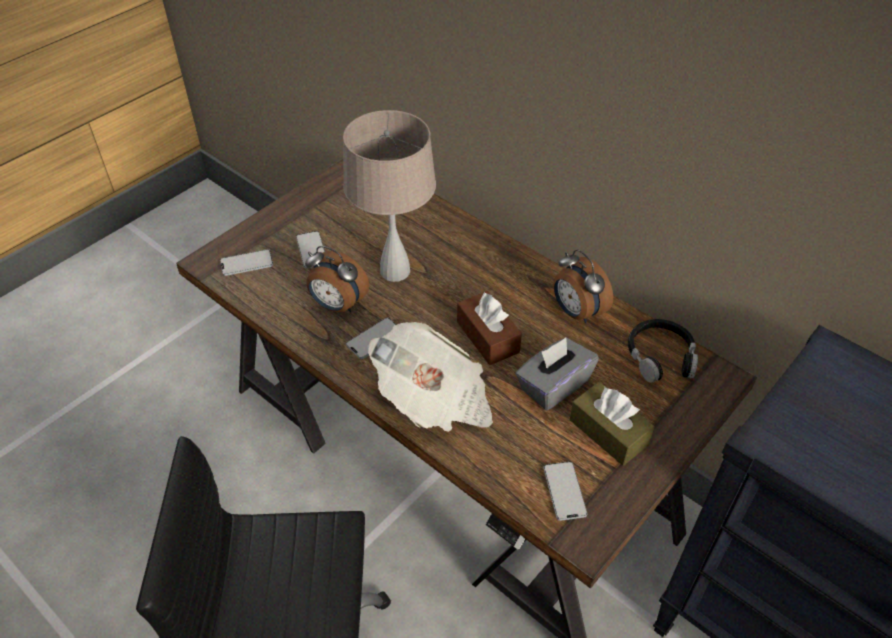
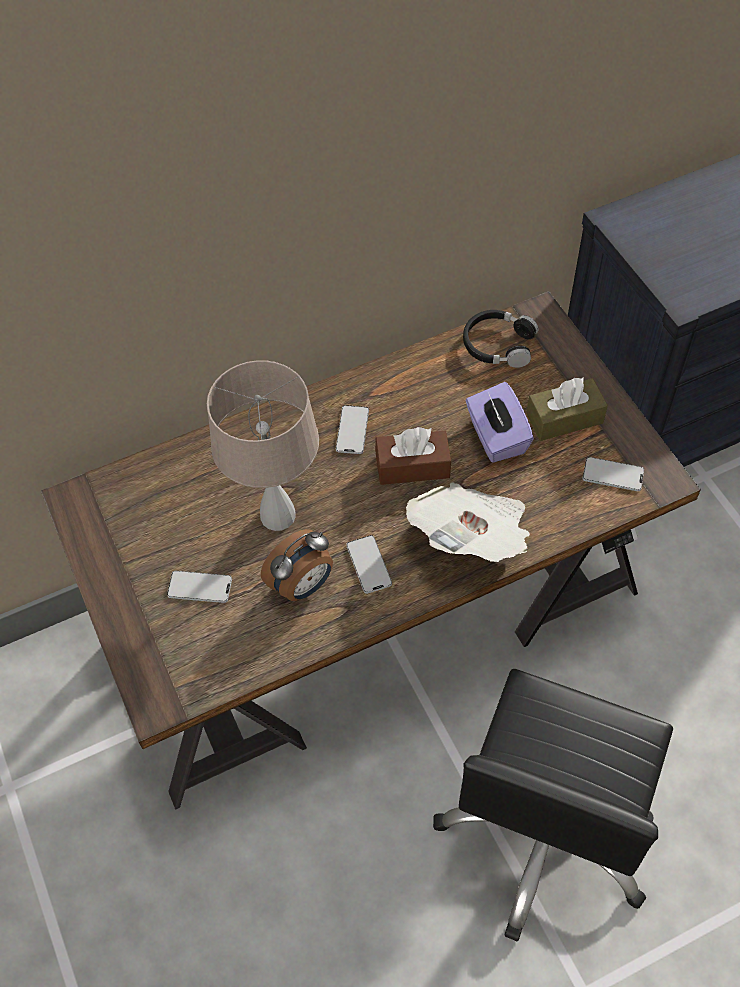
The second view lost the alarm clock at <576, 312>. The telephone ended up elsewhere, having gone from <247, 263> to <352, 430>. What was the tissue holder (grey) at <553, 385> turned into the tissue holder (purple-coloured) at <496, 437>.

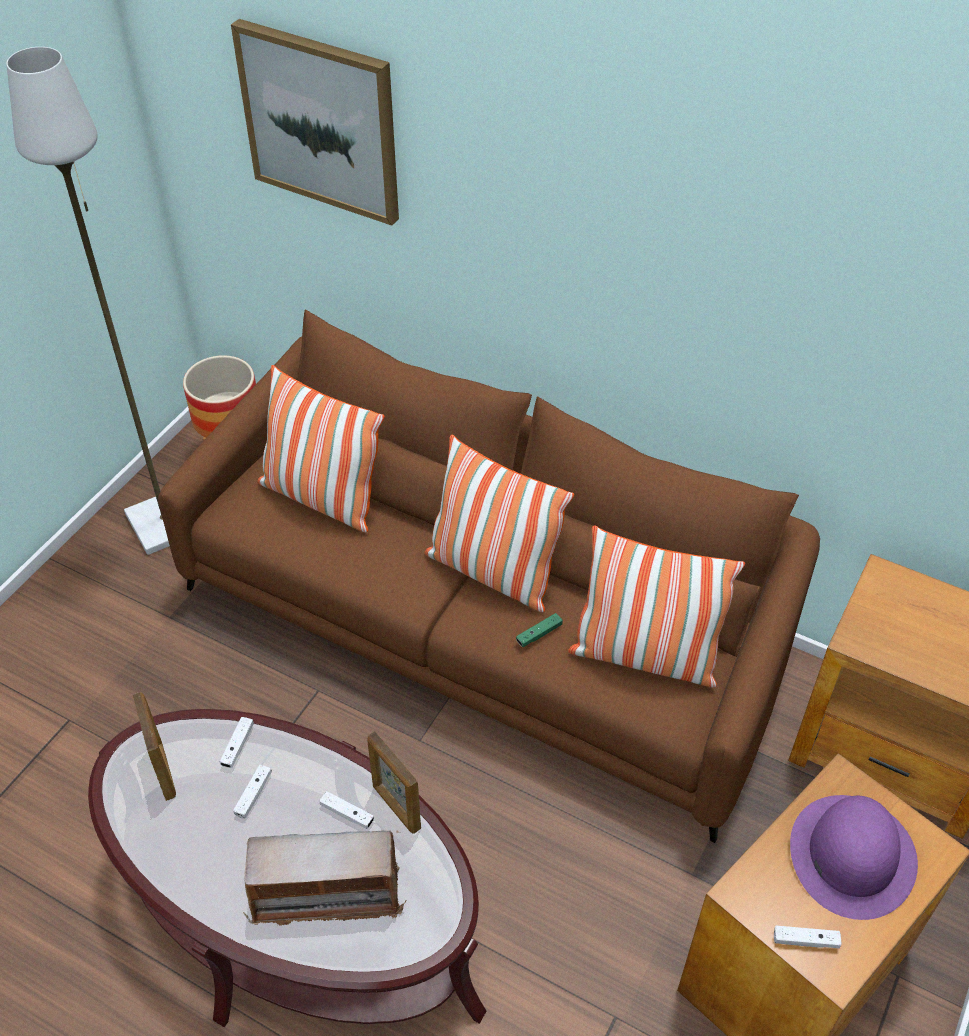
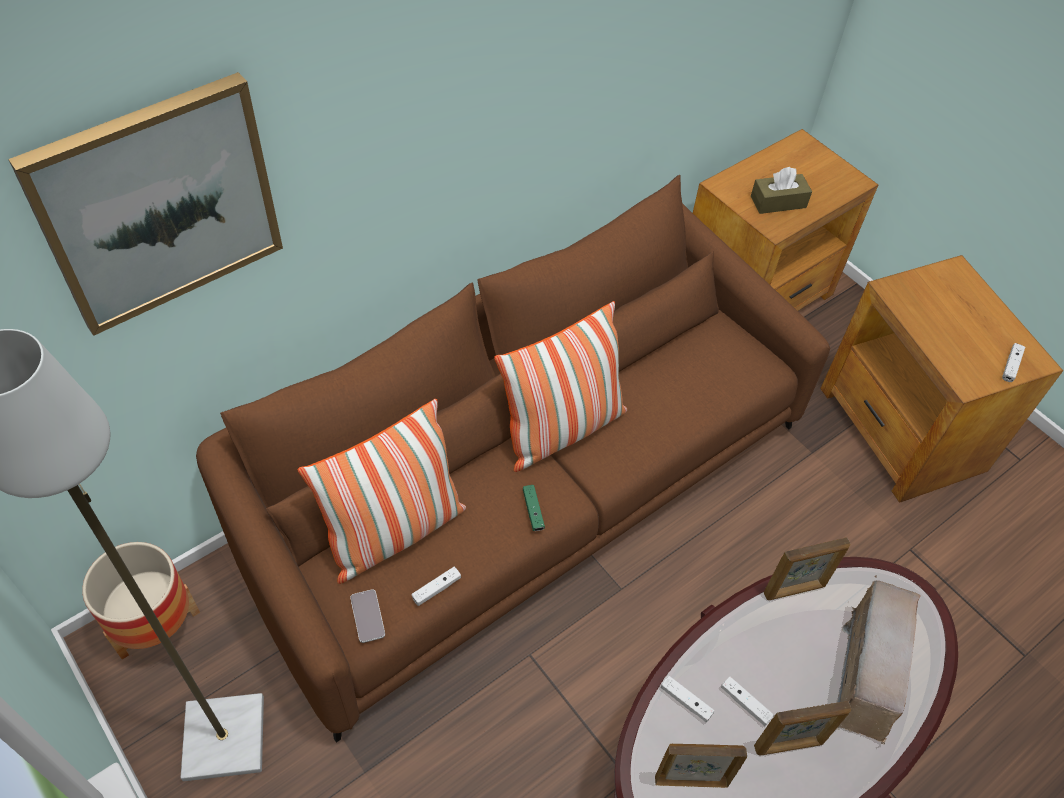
The second view lost the pillow at <645, 655>. The second view lost the hat (purple-coloured) at <851, 854>. The second view gained the telephone at <367, 616>. The second view gained the tissue holder (brown) at <778, 202>. The second view gained the standing frame at <789, 745>. The gamepad (white) ended up elsewhere, having gone from <347, 814> to <436, 589>. The gamepad (green-coloured) ended up elsewhere, having gone from <539, 634> to <533, 511>.

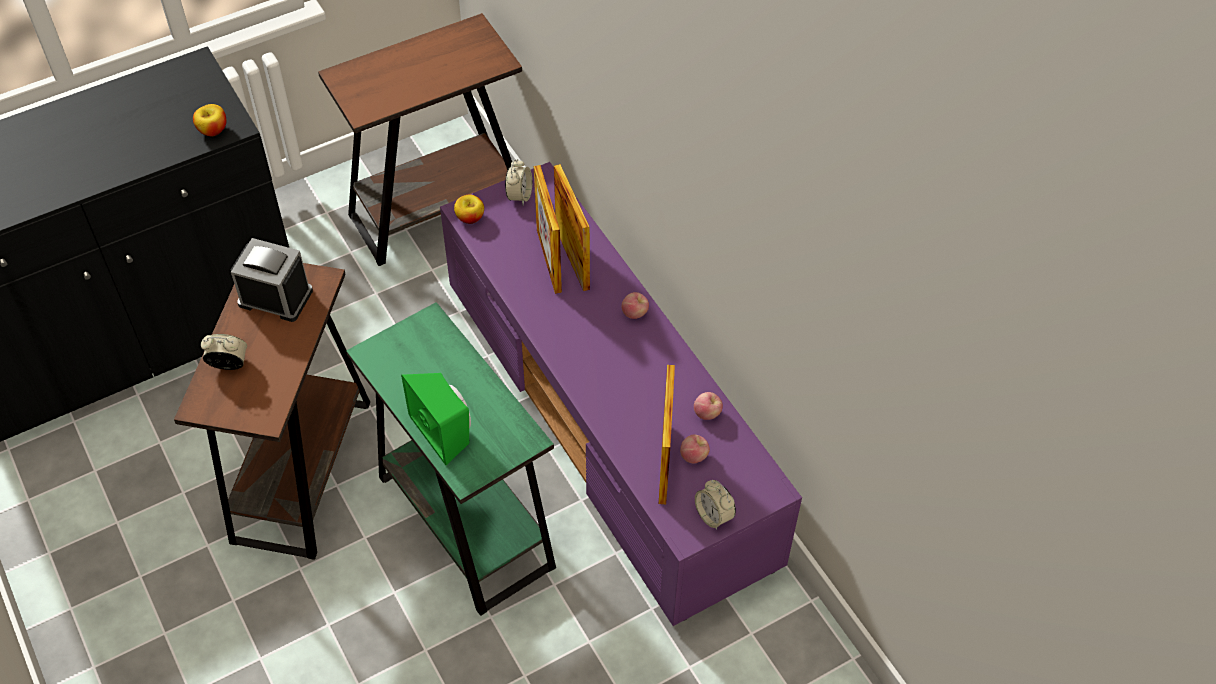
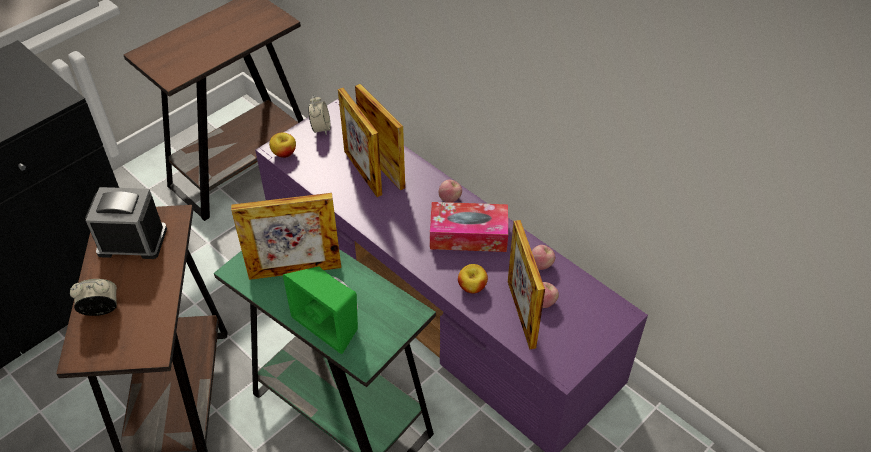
The second view lost the alarm clock at <713, 515>. The second view gained the standing frame at <295, 271>. The second view gained the tissue holder at <468, 235>. The apple fruit ended up elsewhere, having gone from <213, 130> to <472, 287>.

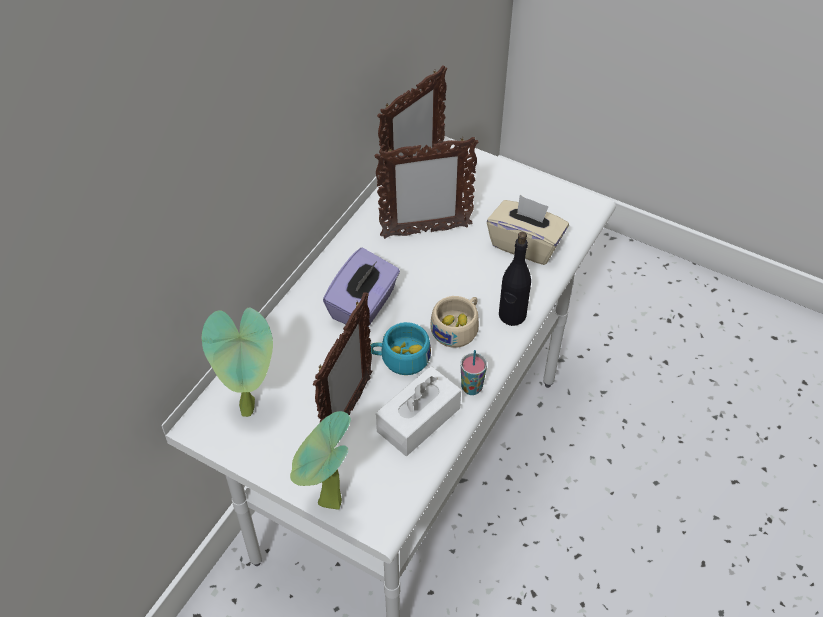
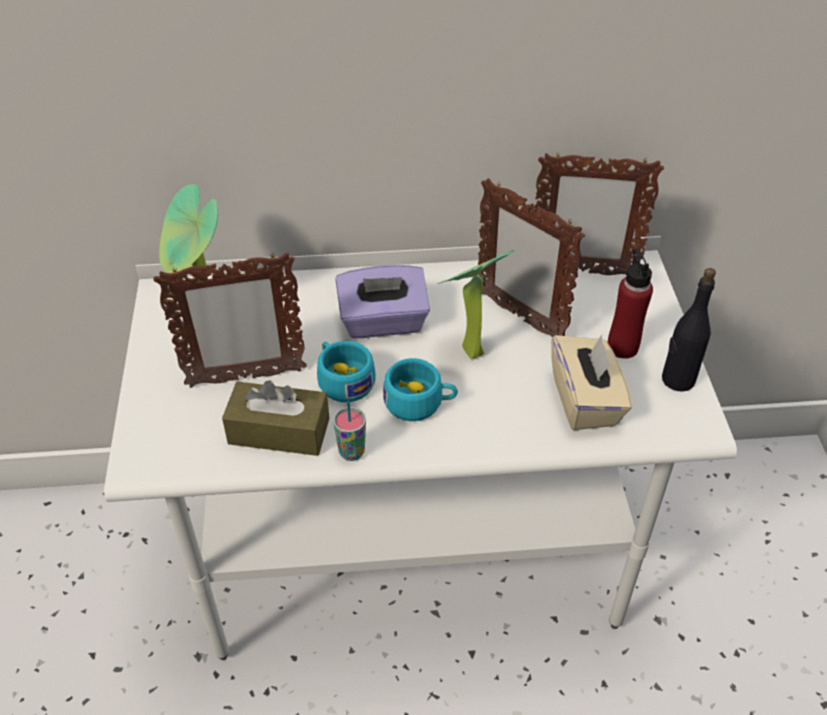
The second view gained the drink bottle (red) at <622, 347>. The plant in a pot ended up elsewhere, having gone from <326, 506> to <466, 351>. The drink bottle (black) ended up elsewhere, having gone from <512, 315> to <677, 379>. What was the tissue holder (white) at <418, 419> turned into the tissue holder (brown) at <279, 431>. What was the small cup (sand-coloured) at <457, 327> turned into the small cup (turquoise-coloured) at <420, 403>.

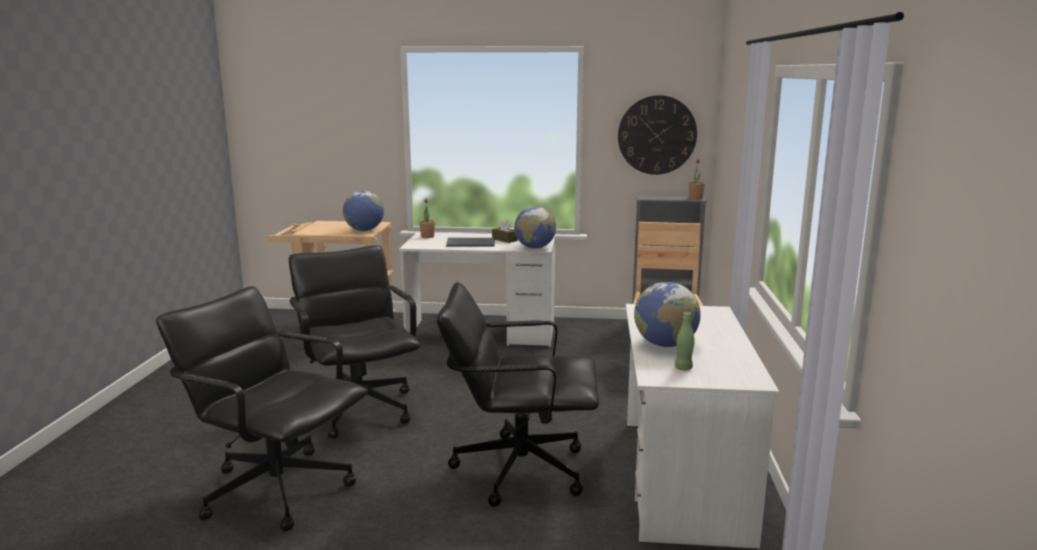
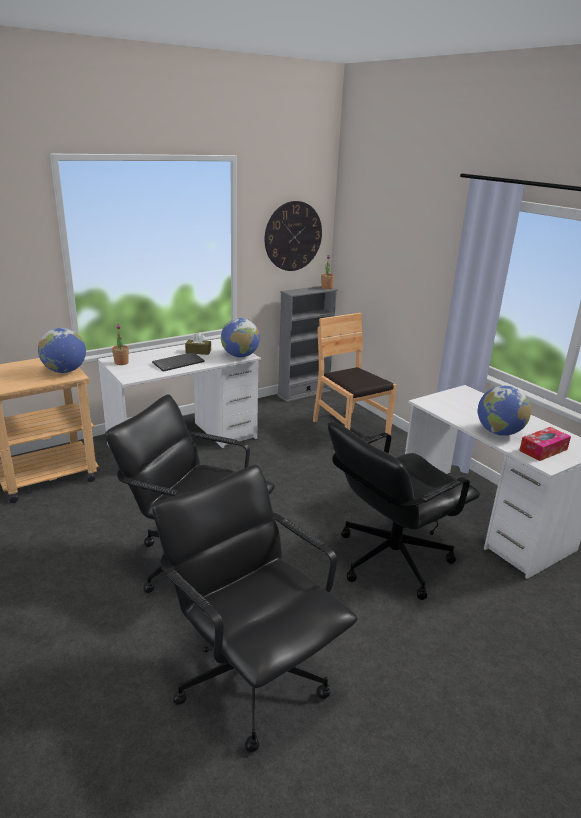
Where the drink bottle (green-coloured) stood at <683, 368>, the tissue holder came to stand at <543, 450>. The computer chair (black) at <277, 489> ended up facing another way, 60 degrees clockwise from before.

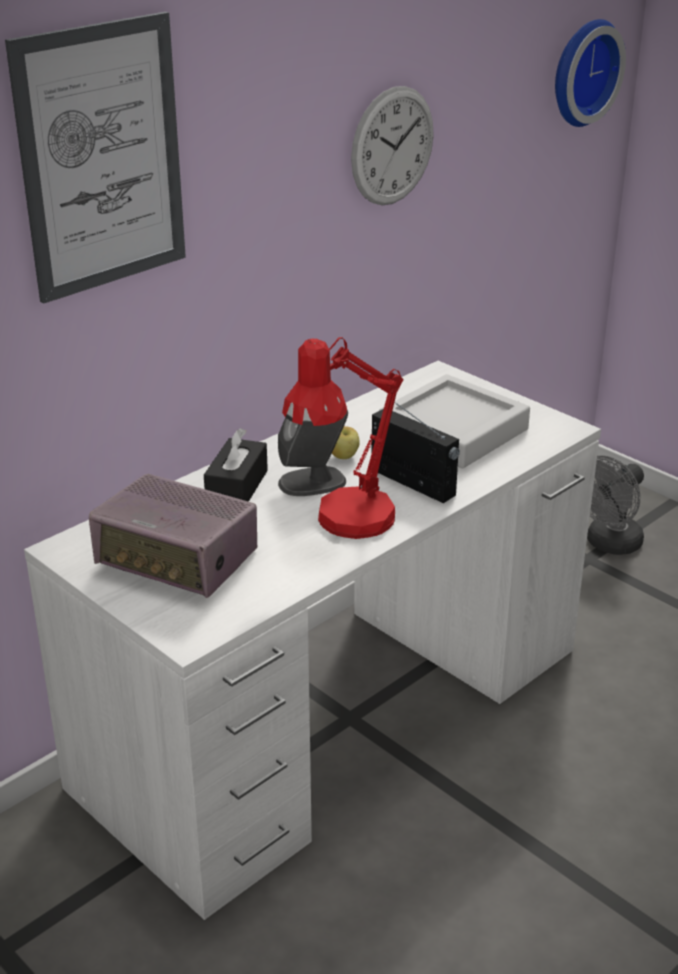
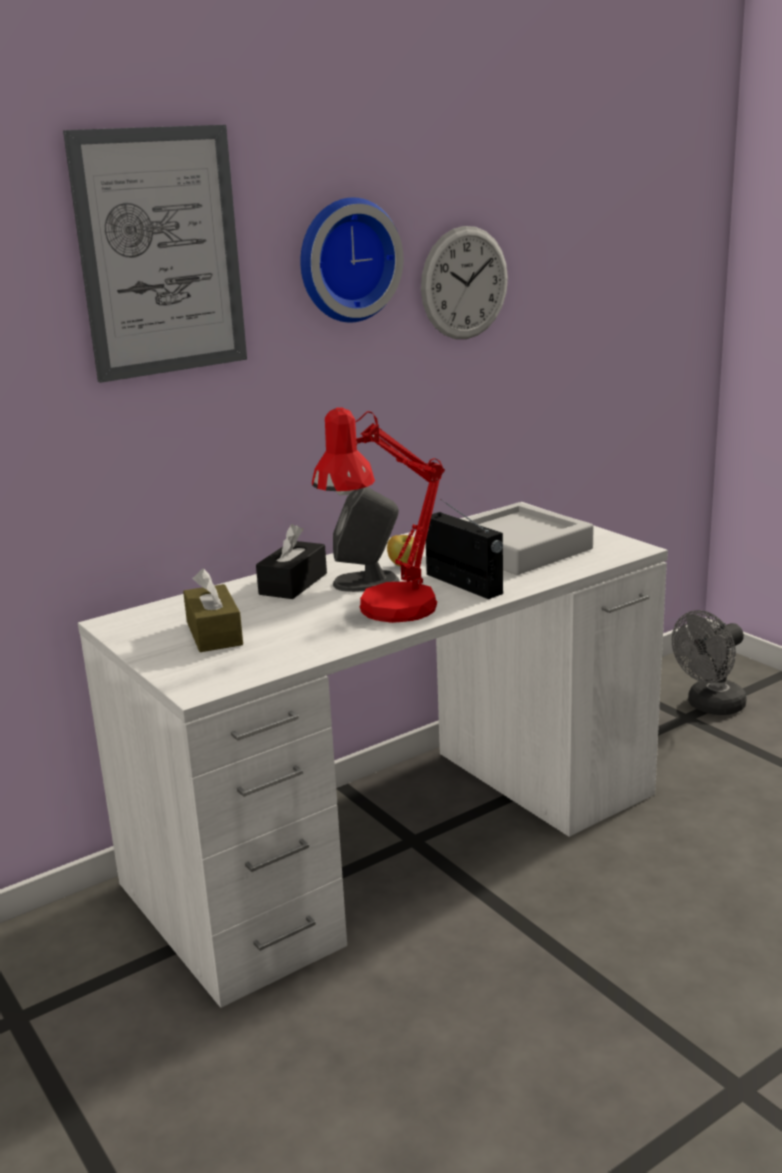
The clock on the wall ended up elsewhere, having gone from <581, 72> to <346, 260>. Where the radio stood at <178, 560>, the tissue holder (brown) came to stand at <214, 633>.

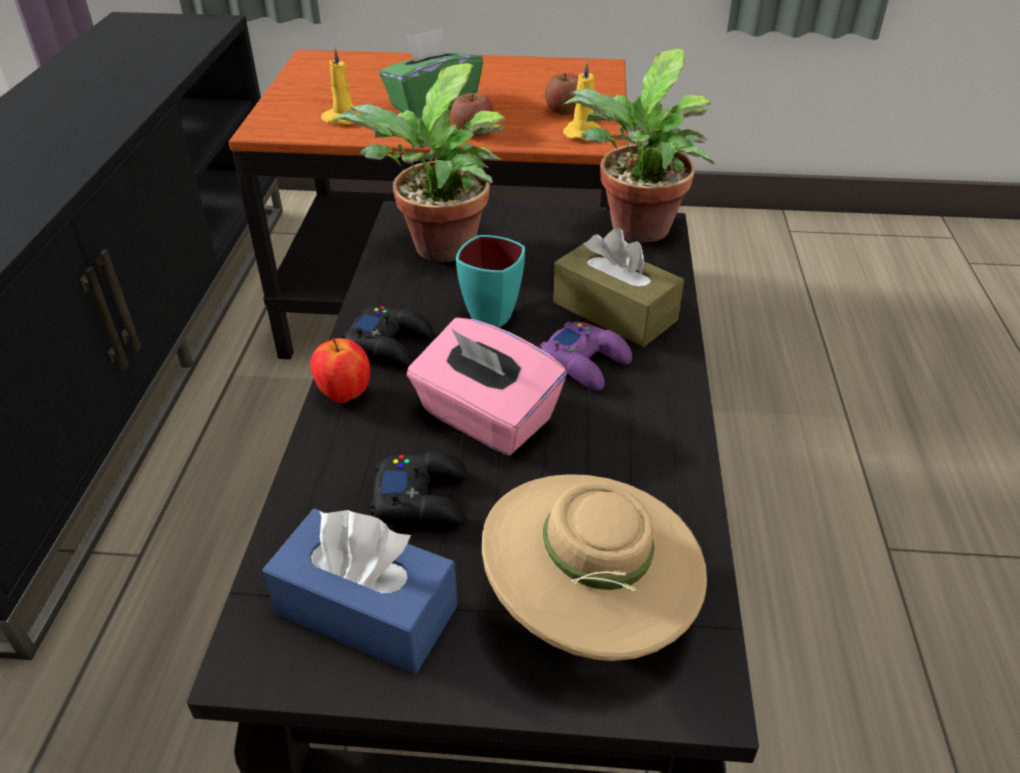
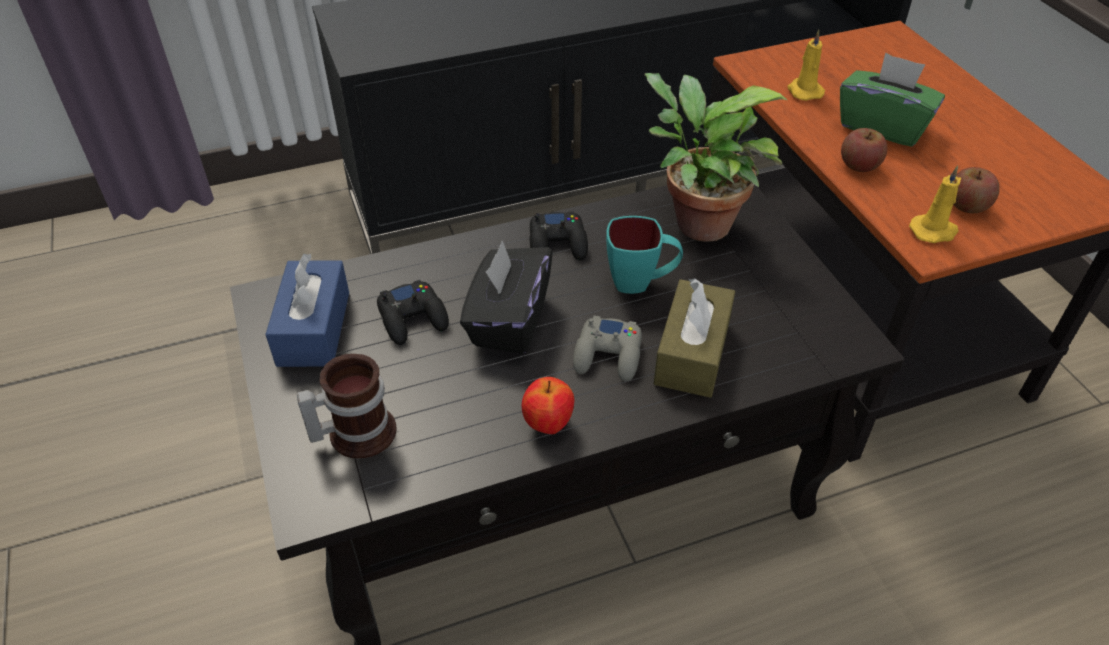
The second view lost the plant in a pot at <636, 231>. The apple fruit ended up elsewhere, having gone from <345, 395> to <548, 424>. Where the hat (sand-coloured) stood at <589, 609>, the coffee mug came to stand at <355, 431>. What was the tissue holder (pinkish) at <485, 418> turned into the tissue holder (black) at <508, 320>. What was the gamepad (purple-coloured) at <585, 363> turned into the gamepad (grey) at <608, 355>.

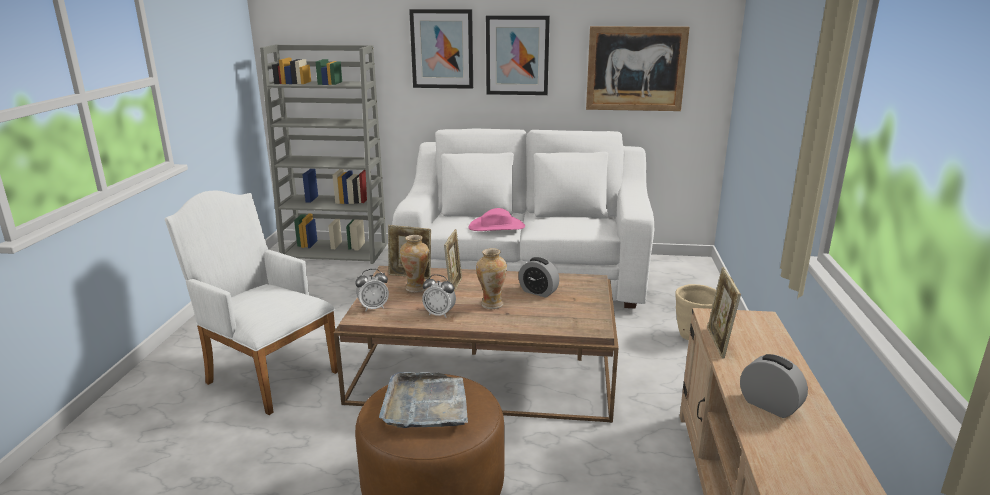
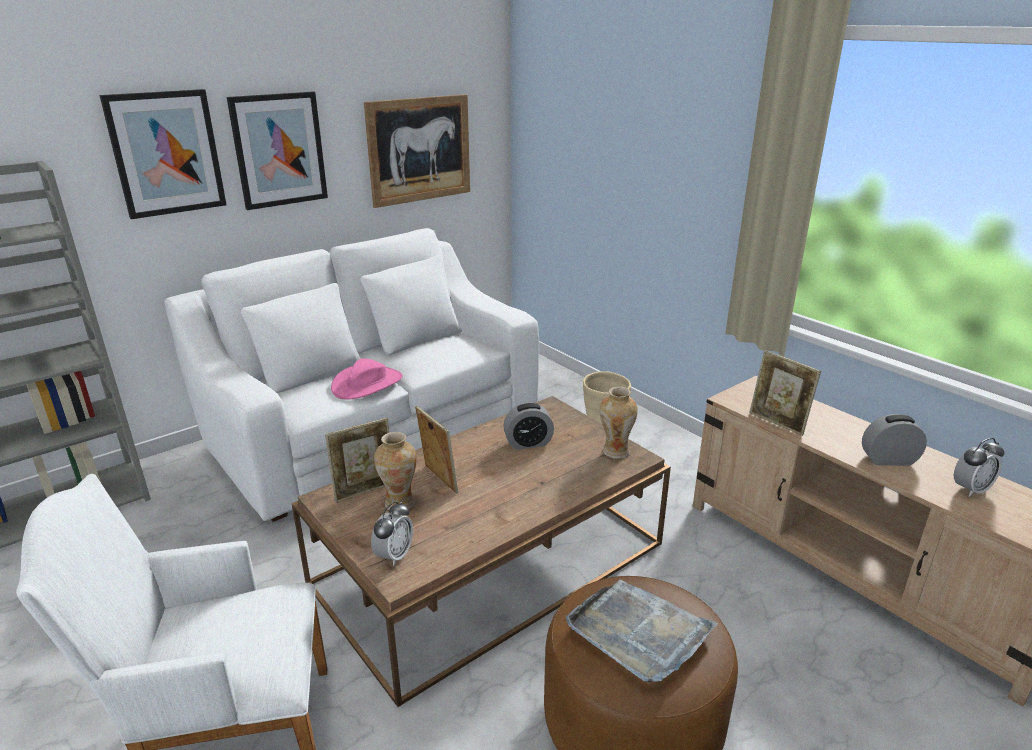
The alarm clock ended up elsewhere, having gone from <439, 314> to <970, 489>. The flower vase ended up elsewhere, having gone from <491, 304> to <615, 452>.

